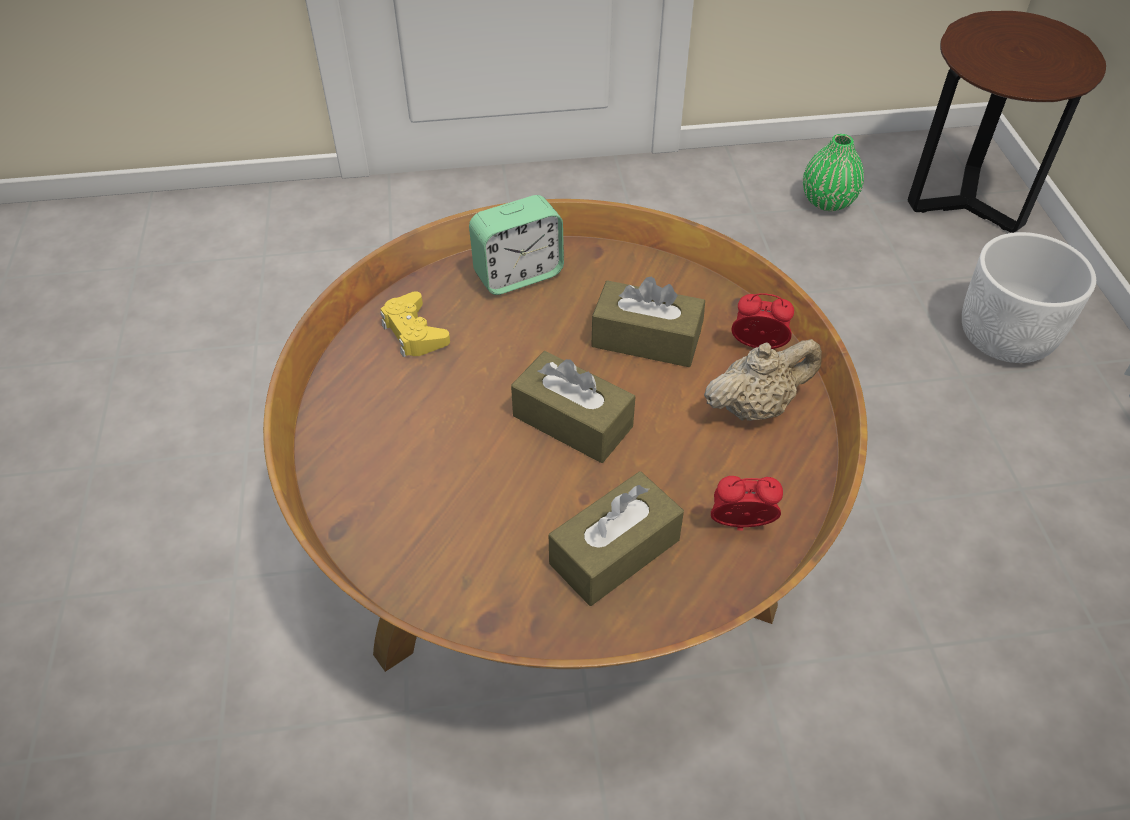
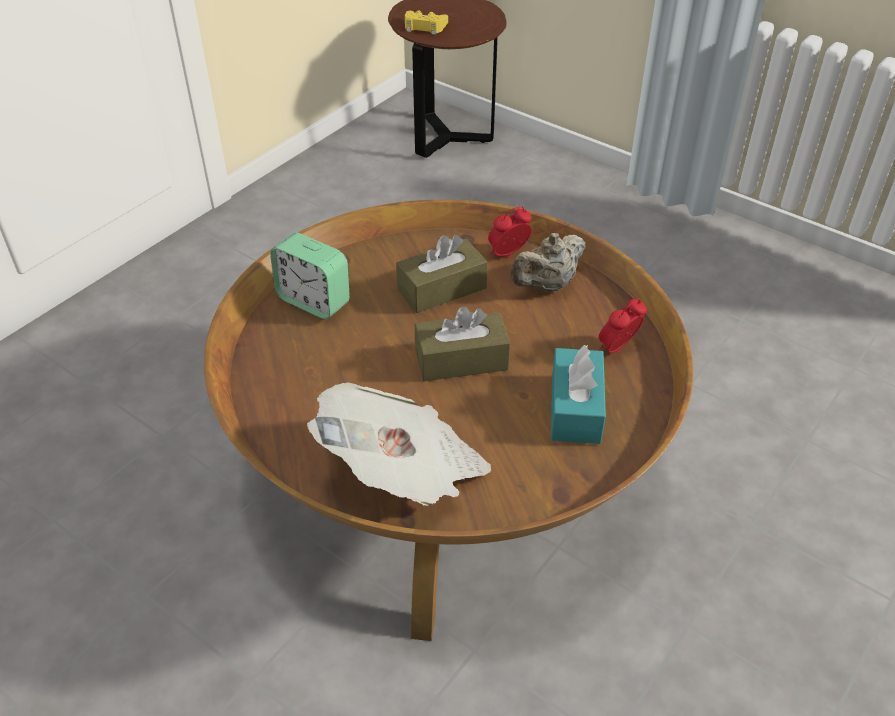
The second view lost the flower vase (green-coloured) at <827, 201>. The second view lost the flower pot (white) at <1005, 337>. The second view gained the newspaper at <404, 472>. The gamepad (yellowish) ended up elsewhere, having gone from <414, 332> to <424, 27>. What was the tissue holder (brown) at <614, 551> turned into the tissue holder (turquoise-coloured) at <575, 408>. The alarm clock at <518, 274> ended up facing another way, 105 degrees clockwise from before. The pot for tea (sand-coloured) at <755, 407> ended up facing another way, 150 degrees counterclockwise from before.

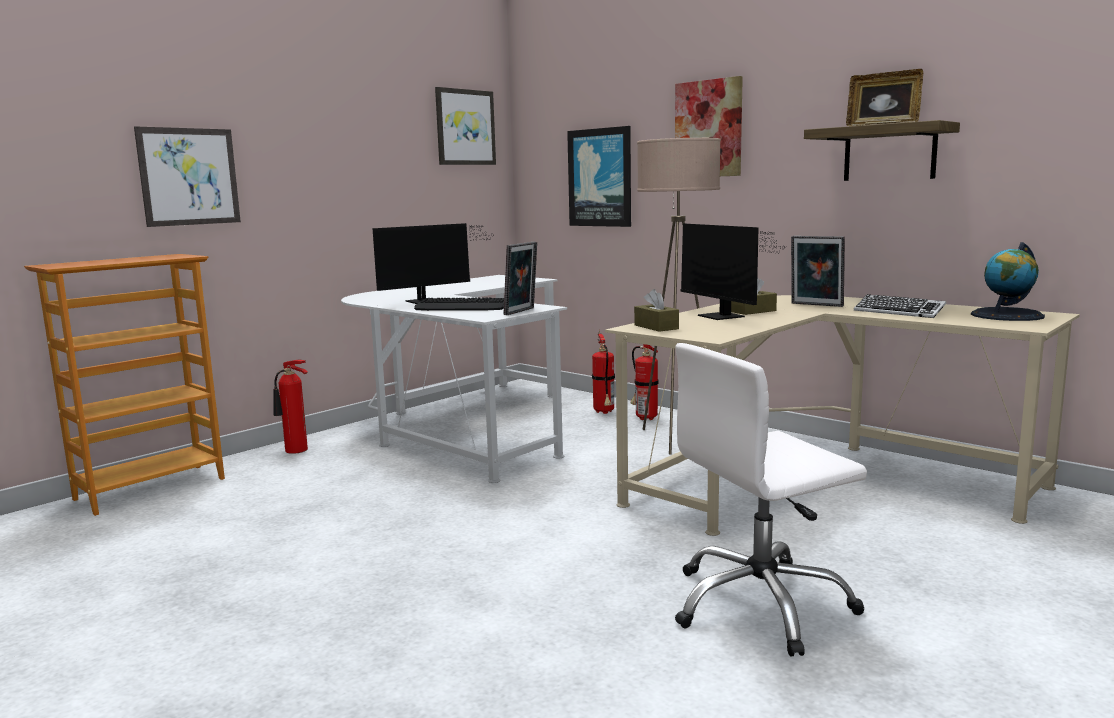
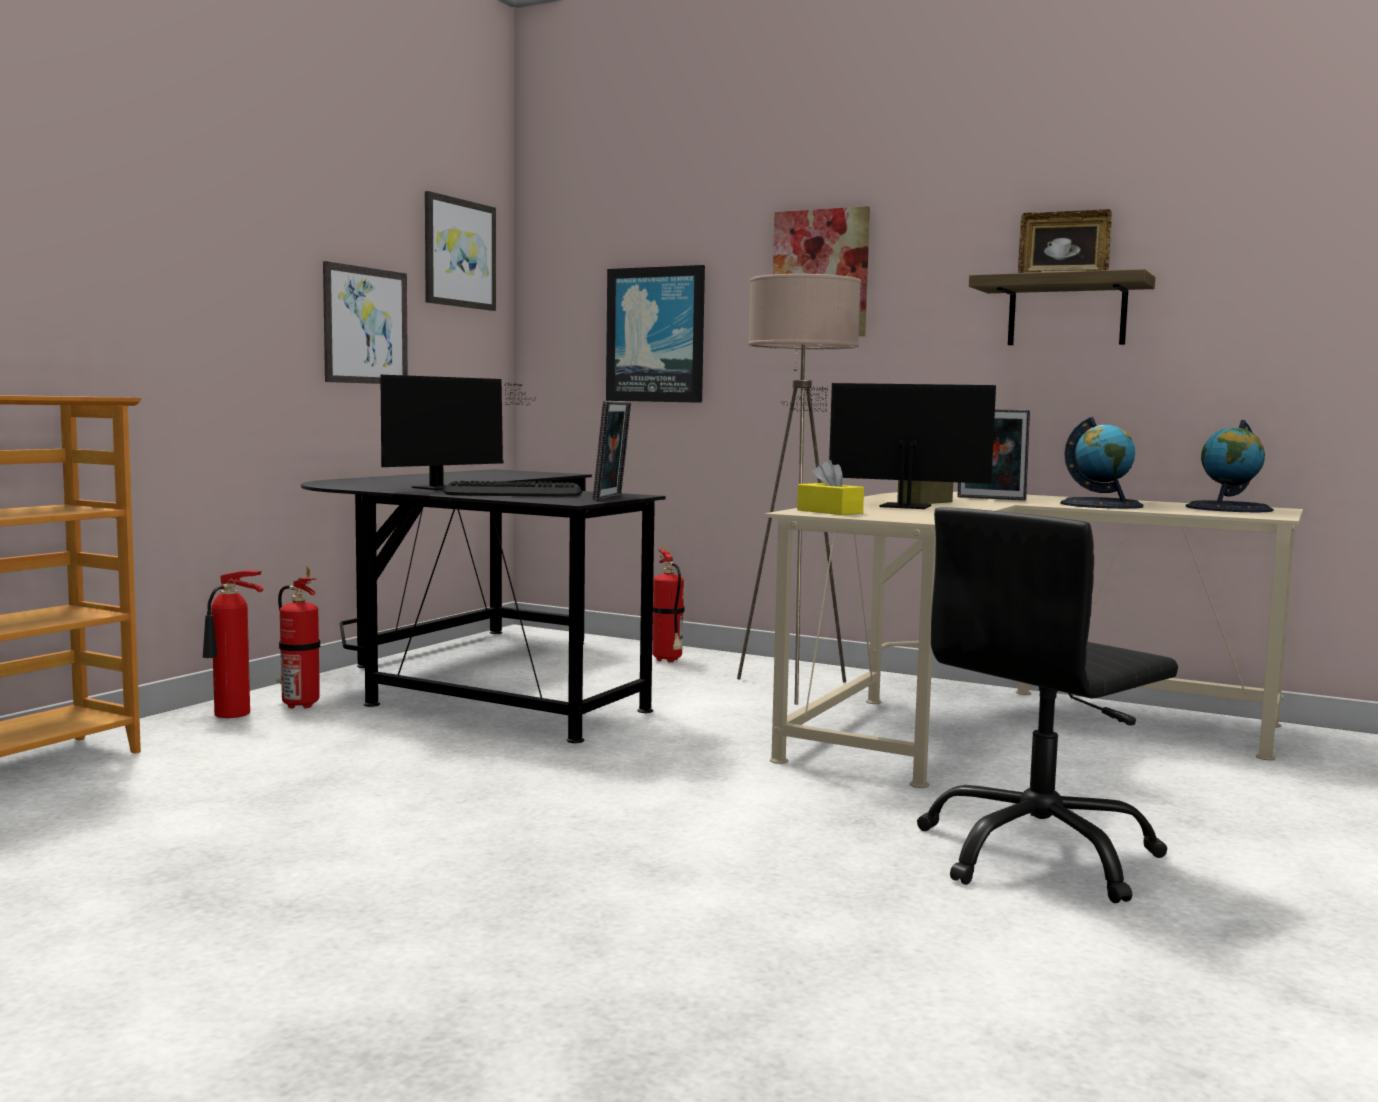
The wall art ended up elsewhere, having gone from <189, 176> to <366, 325>. The fire extinguisher ended up elsewhere, having gone from <644, 418> to <298, 705>. Where the keyboard stood at <898, 312>, the world globe came to stand at <1101, 505>. What was the desk (white) at <462, 426> turned into the desk (black) at <473, 679>. What was the tissue holder (brown) at <656, 327> turned into the tissue holder (yellowish) at <829, 512>. What was the computer chair (white) at <761, 605> turned into the computer chair (black) at <1039, 855>. The computer screen at <723, 317> ended up facing another way, 150 degrees clockwise from before.

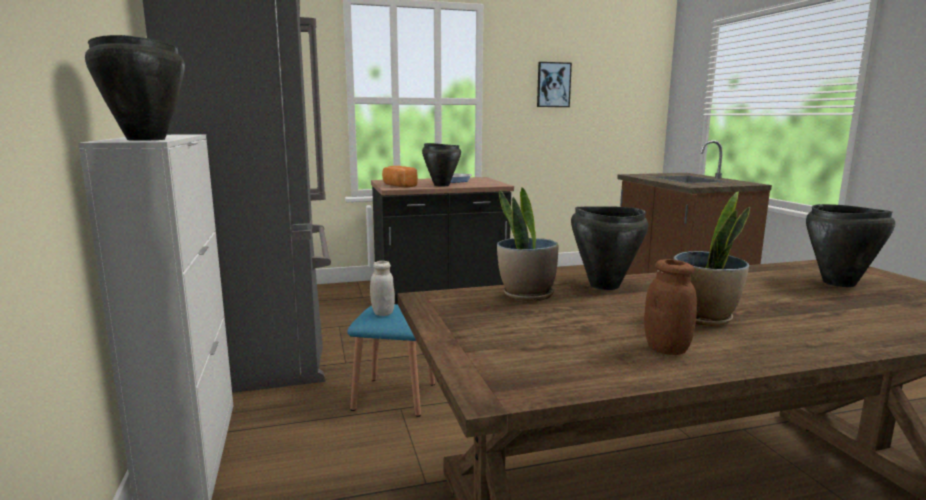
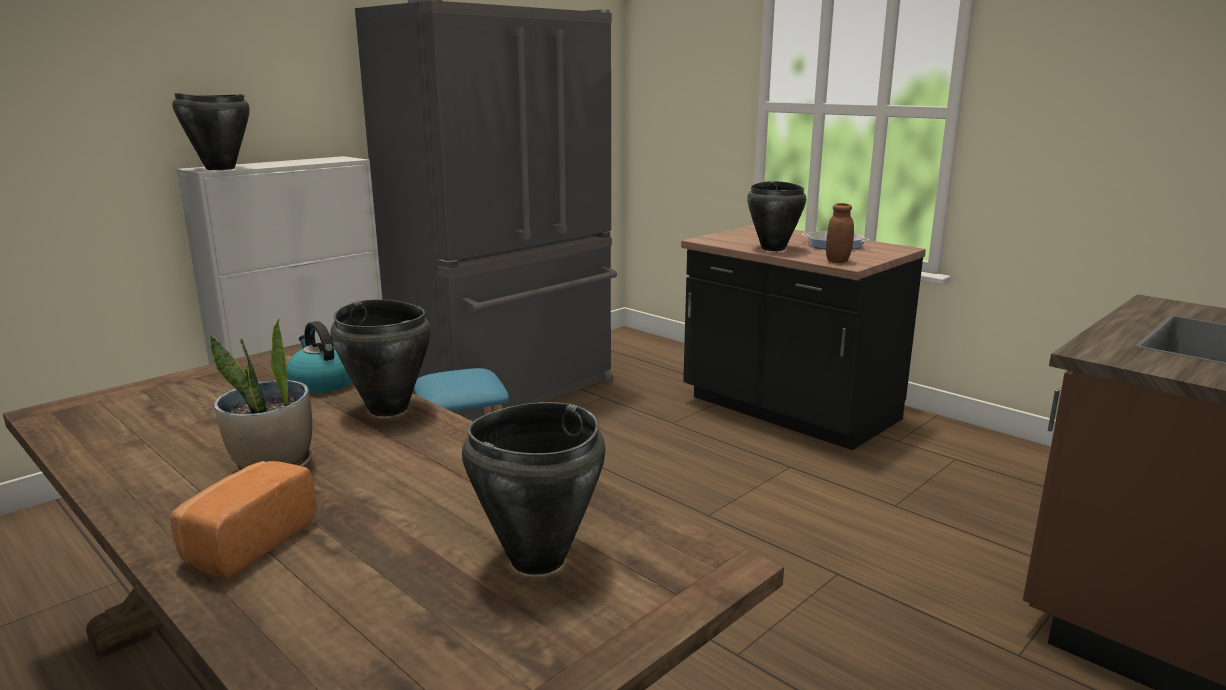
The second view lost the preserve jar (white) at <383, 313>. The second view lost the wall art at <553, 85>. The bread ended up elsewhere, having gone from <398, 186> to <246, 543>. The preserve jar (brown) ended up elsewhere, having gone from <666, 349> to <838, 261>. Where the plant in a pot stood at <526, 295>, the tea kettle came to stand at <322, 383>.

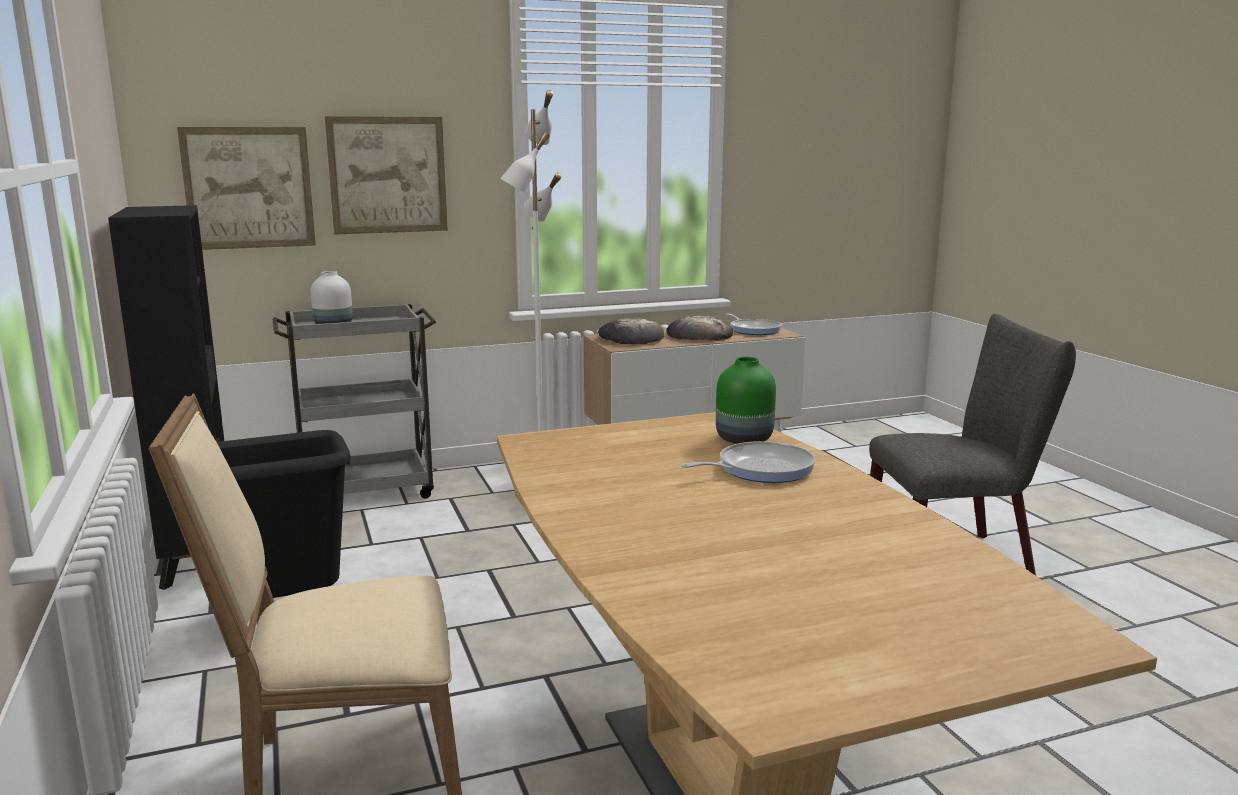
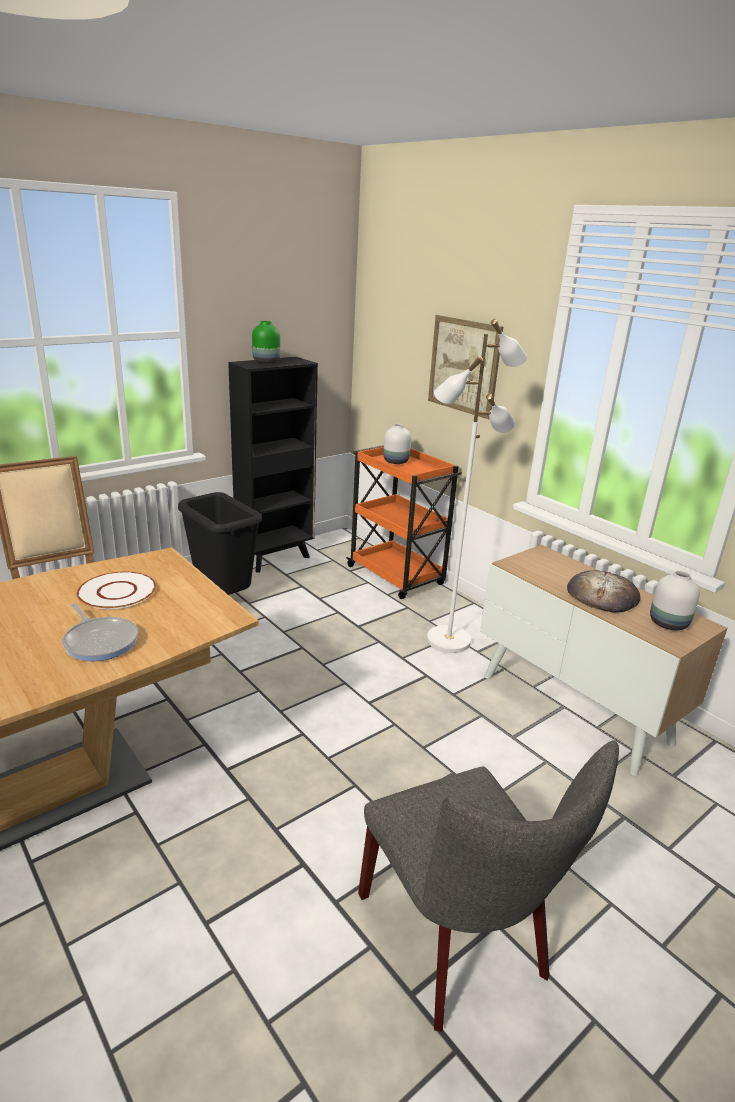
The second view lost the wall art at <249, 188>. The second view lost the bread at <631, 339>. The second view gained the flat dish (white) at <117, 591>. The flower vase (green-coloured) ended up elsewhere, having gone from <743, 440> to <265, 362>. Where the skillet stood at <753, 330>, the flower vase (white) came to stand at <669, 623>. What was the trolley (grey) at <367, 491> turned into the trolley (orangey) at <397, 576>.

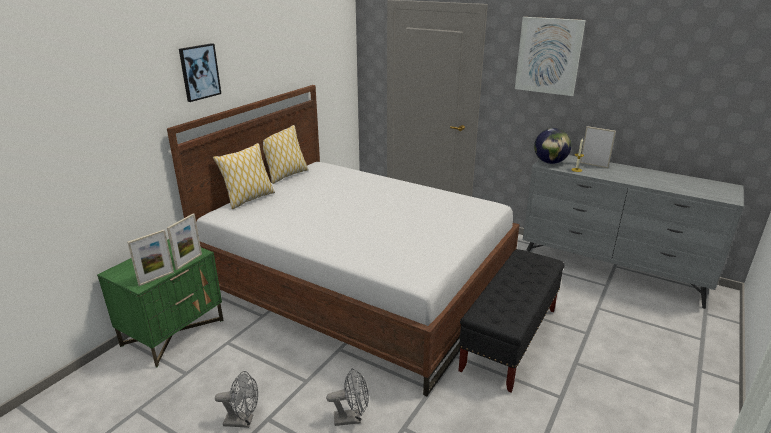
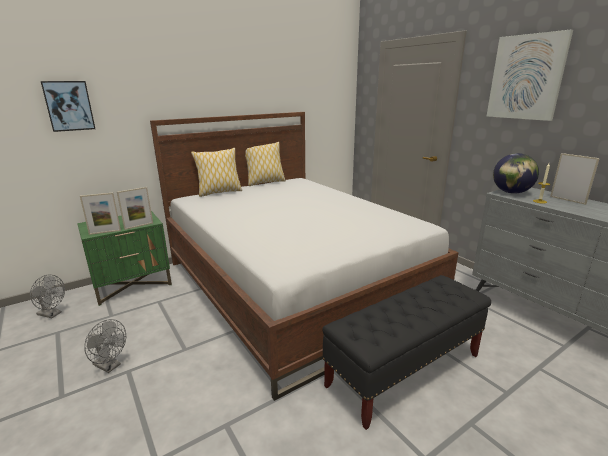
The wall art ended up elsewhere, having gone from <199, 72> to <69, 106>. The fan (grey) ended up elsewhere, having gone from <352, 418> to <52, 314>.

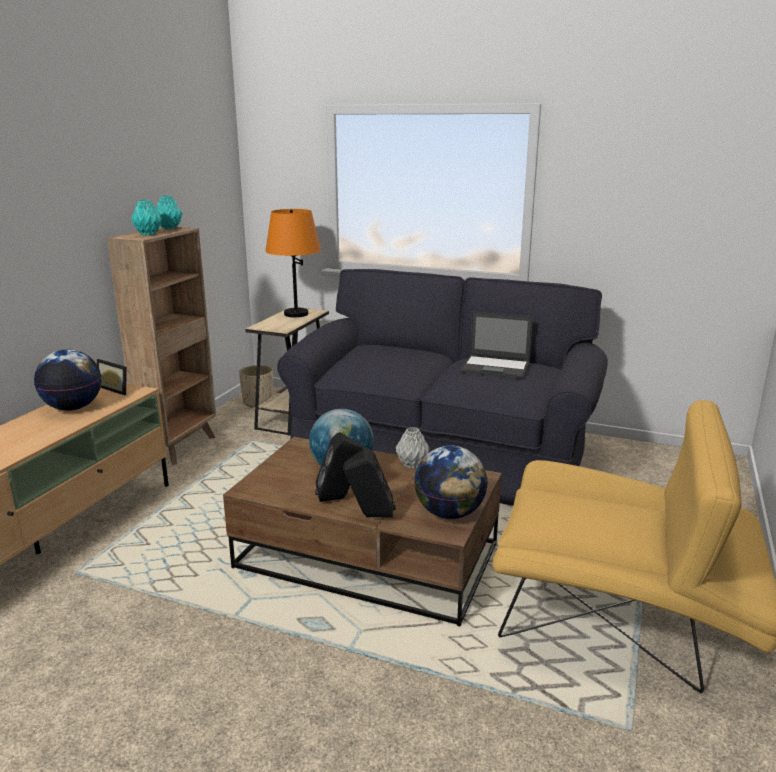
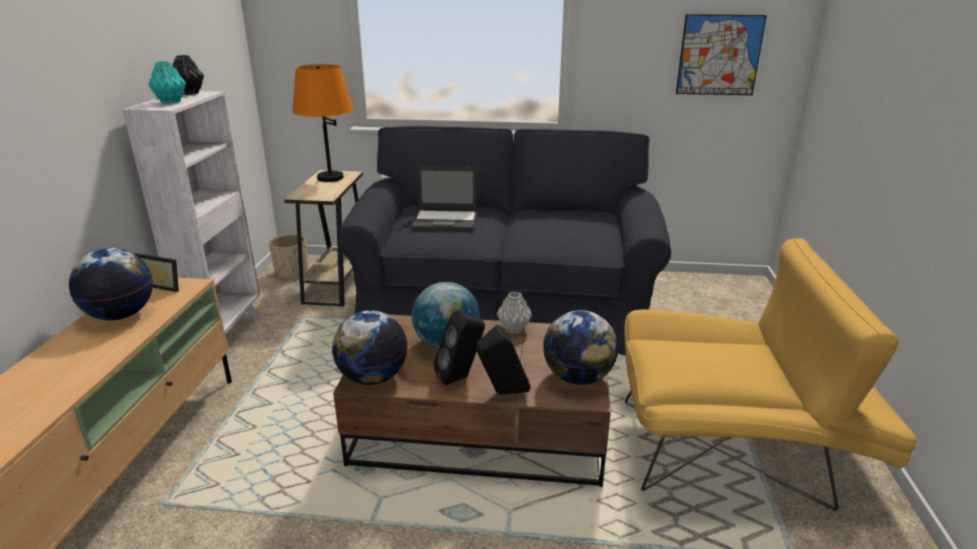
The second view gained the world globe at <372, 377>. The second view gained the wall art at <719, 55>. The portable computer ended up elsewhere, having gone from <496, 367> to <446, 220>. What was the bookcase (brown) at <180, 446> turned into the bookcase (white) at <226, 334>. What was the flower vase (turquoise-coloured) at <169, 228> turned into the flower vase (black) at <189, 93>.

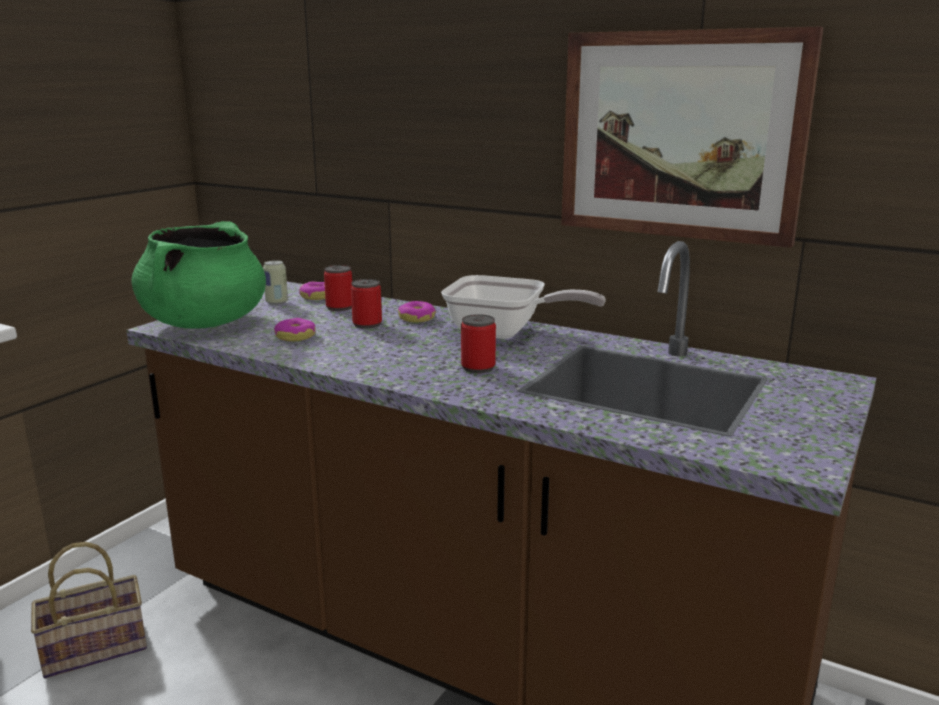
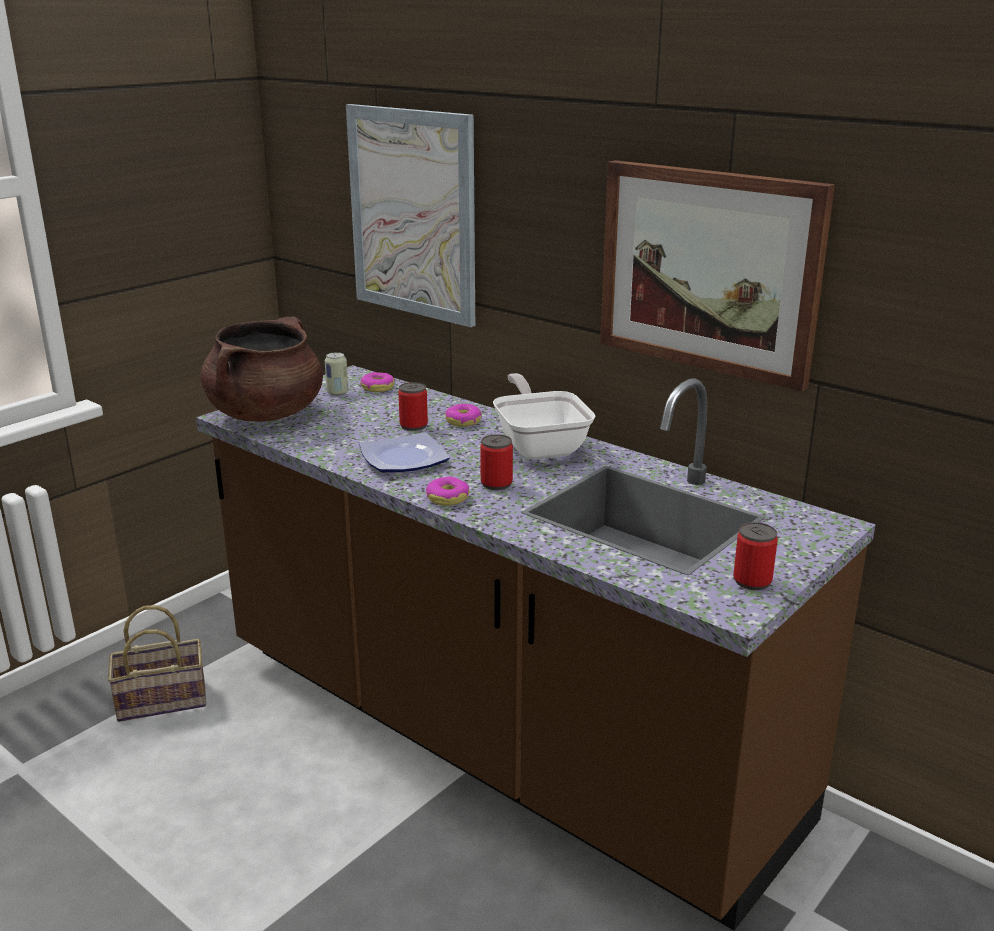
The second view gained the wall art at <412, 214>. The second view gained the flat dish at <405, 458>. The ring doughnut ended up elsewhere, having gone from <295, 336> to <447, 498>. The sealed can ended up elsewhere, having gone from <339, 307> to <752, 581>. What was the stockpot (green-coloured) at <205, 323> turned into the stockpot (brown) at <266, 414>. The skillet at <504, 333> ended up facing another way, 135 degrees counterclockwise from before.

